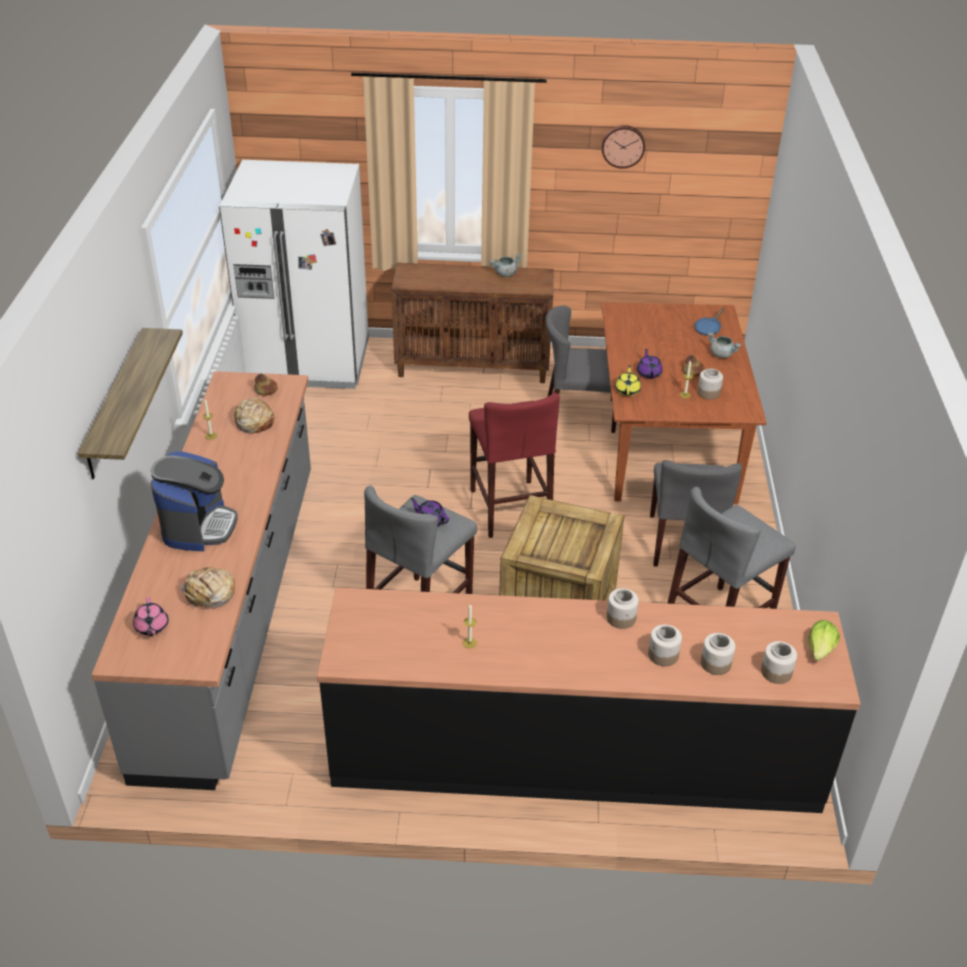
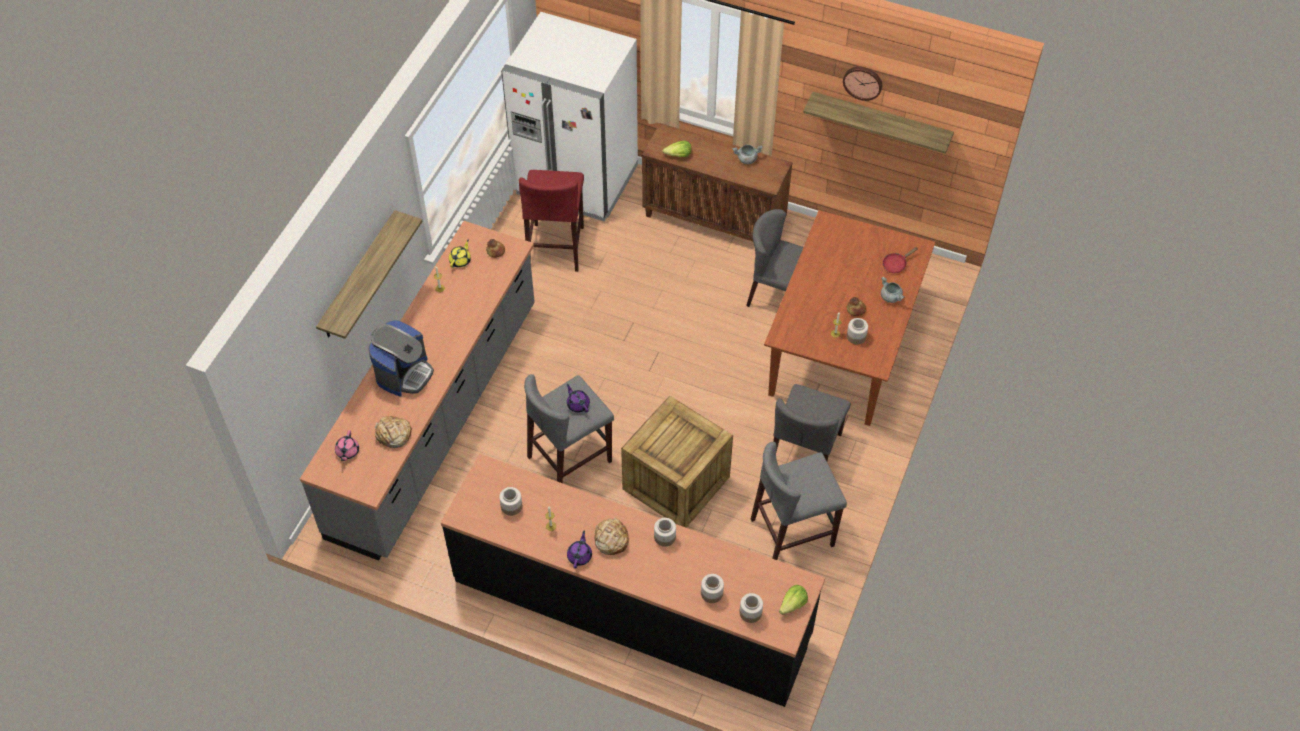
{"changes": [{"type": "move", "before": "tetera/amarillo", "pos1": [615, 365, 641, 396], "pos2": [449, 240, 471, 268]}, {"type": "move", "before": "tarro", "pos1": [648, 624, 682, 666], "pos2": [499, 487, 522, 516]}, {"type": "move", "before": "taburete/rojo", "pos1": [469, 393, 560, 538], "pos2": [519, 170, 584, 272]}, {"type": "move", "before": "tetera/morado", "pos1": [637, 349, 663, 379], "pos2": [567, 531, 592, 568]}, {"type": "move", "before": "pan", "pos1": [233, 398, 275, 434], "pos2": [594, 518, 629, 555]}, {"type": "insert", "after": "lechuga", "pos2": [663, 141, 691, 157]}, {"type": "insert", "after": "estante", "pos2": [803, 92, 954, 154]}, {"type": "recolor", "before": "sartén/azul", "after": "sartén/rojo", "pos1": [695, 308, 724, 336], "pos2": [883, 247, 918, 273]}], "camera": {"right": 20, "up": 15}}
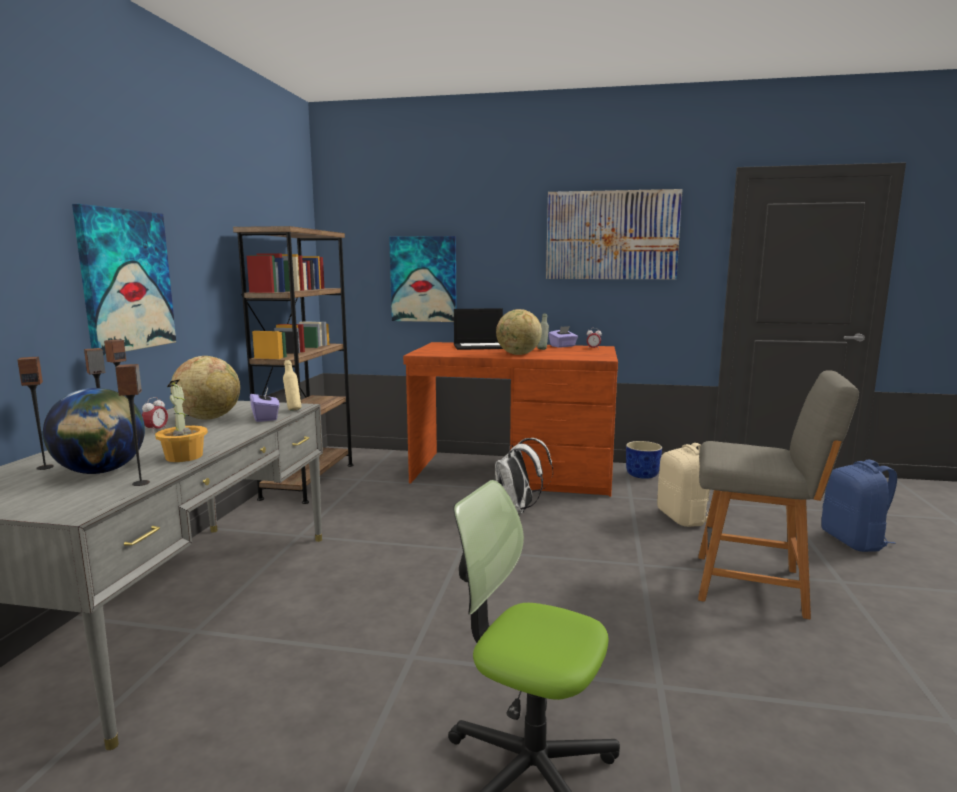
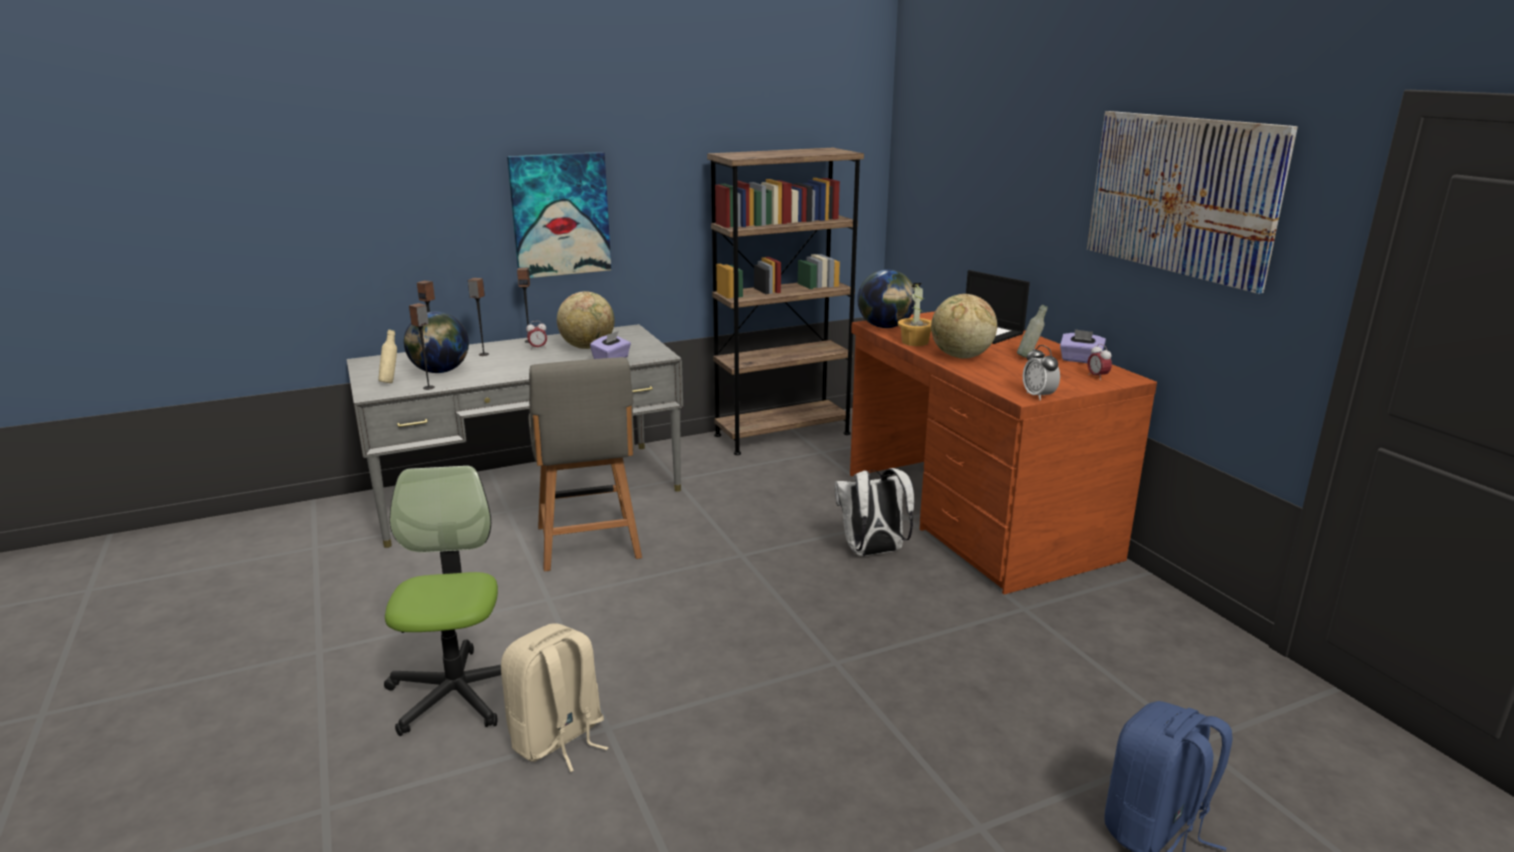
{"changes": [{"type": "move", "before": "botella/beis", "pos1": [283, 360, 301, 411], "pos2": [378, 329, 397, 383]}, {"type": "move", "before": "mochila/beis", "pos1": [657, 443, 710, 527], "pos2": [501, 623, 608, 772]}, {"type": "move", "before": "silla/gris", "pos1": [698, 370, 859, 619], "pos2": [529, 357, 642, 572]}, {"type": "insert", "after": "globo terráqueo", "pos2": [857, 269, 915, 328]}, {"type": "move", "before": "planta en maceta", "pos1": [155, 380, 208, 462], "pos2": [898, 283, 932, 346]}, {"type": "insert", "after": "despertador", "pos2": [1023, 345, 1060, 400]}, {"type": "delete", "before": "cuadro", "pos1": [389, 236, 456, 322]}, {"type": "delete", "before": "maceta/azul", "pos1": [626, 441, 662, 479]}], "camera": {"right": 55, "up": 10}}
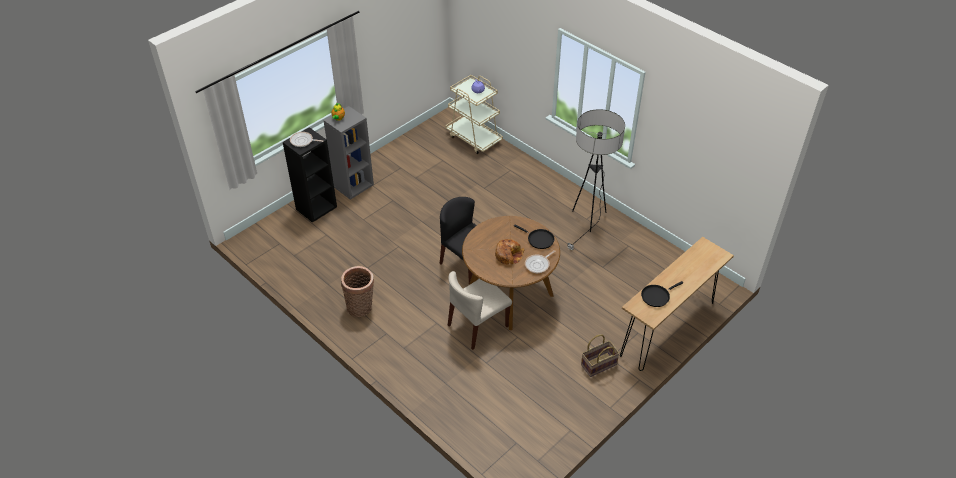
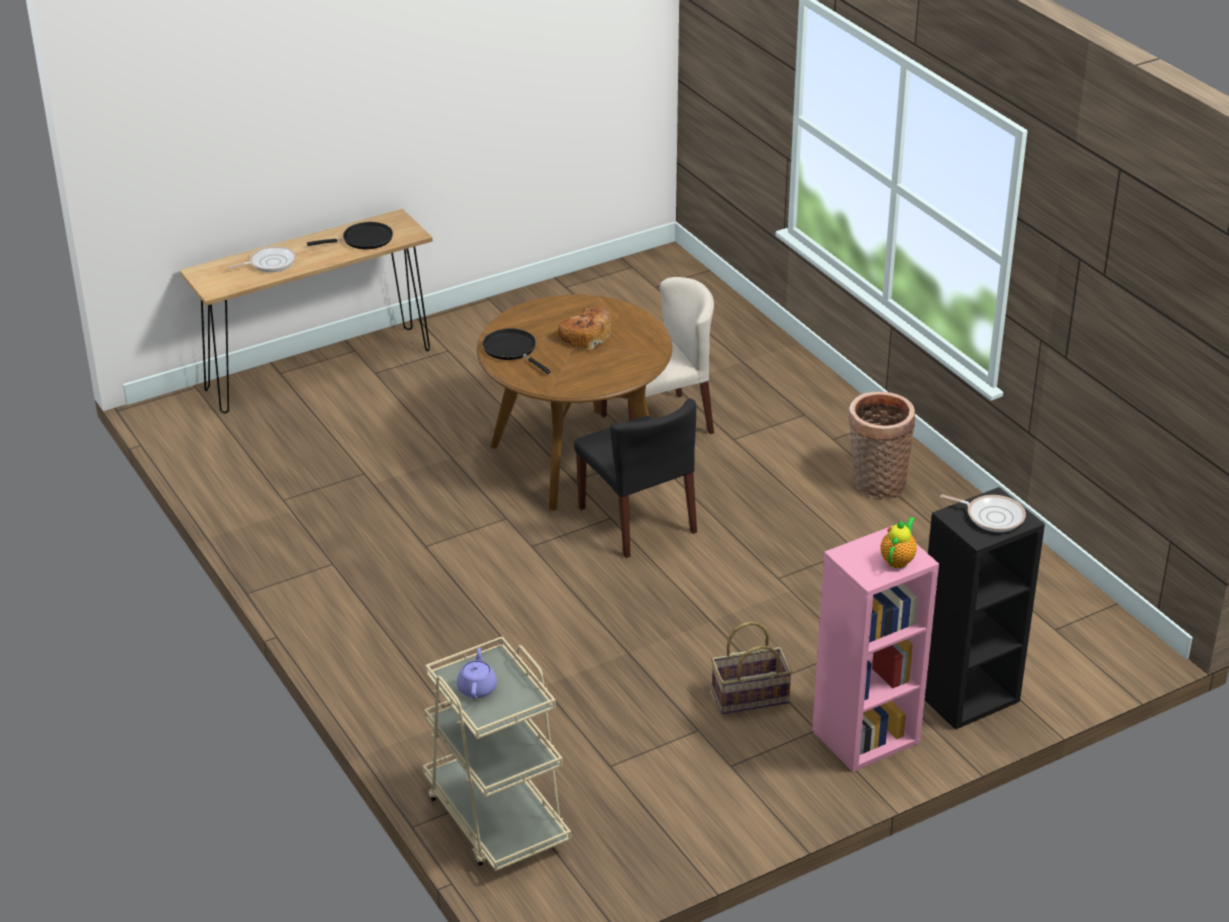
{"changes": [{"type": "move", "before": "sartén", "pos1": [525, 250, 556, 273], "pos2": [227, 246, 296, 272]}, {"type": "move", "before": "cesta", "pos1": [581, 334, 620, 377], "pos2": [711, 621, 792, 714]}, {"type": "recolor", "before": "estantería/gris", "after": "estantería/rosa", "pos1": [323, 106, 374, 200], "pos2": [812, 525, 939, 772]}, {"type": "delete", "before": "lámpara de pie", "pos1": [567, 109, 625, 250]}], "camera": {"right": -165, "up": -10}}
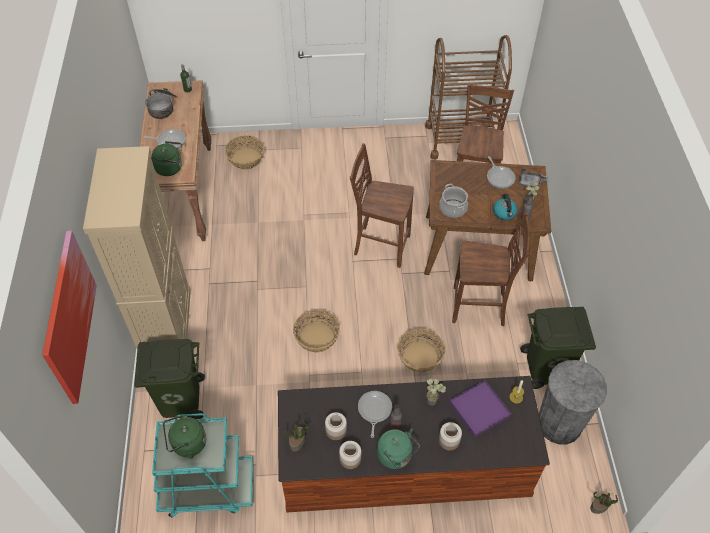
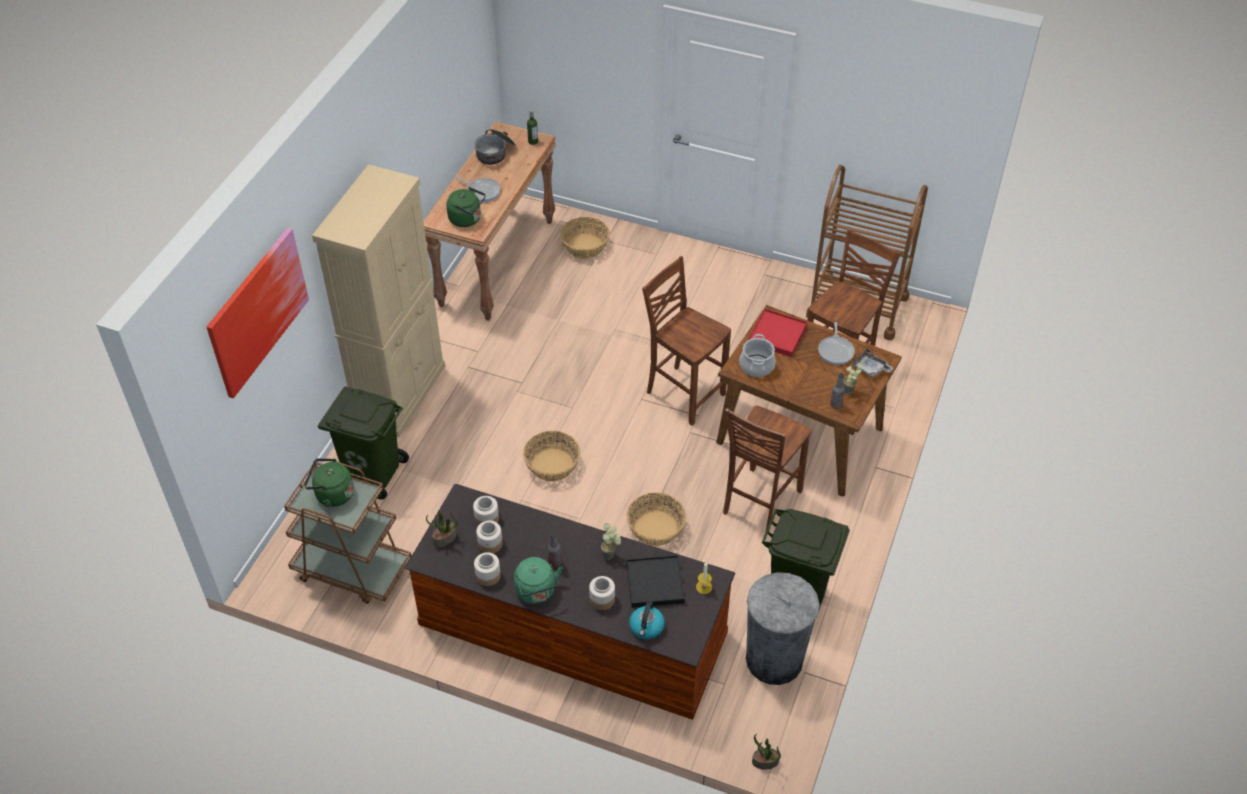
{"changes": [{"type": "recolor", "before": "carrito/turquesa", "after": "carrito/marrón", "pos1": [152, 413, 253, 517], "pos2": [284, 462, 412, 604]}, {"type": "insert", "after": "tarro", "pos2": [473, 496, 499, 525]}, {"type": "recolor", "before": "bandeja/morado", "after": "bandeja/negro", "pos1": [450, 381, 511, 437], "pos2": [626, 555, 685, 608]}, {"type": "move", "before": "hervidor", "pos1": [493, 194, 518, 220], "pos2": [629, 601, 665, 639]}, {"type": "rotate", "before": "silla/marrón", "pos1": [452, 213, 530, 326], "pos2": [723, 405, 812, 533], "turn": 90}, {"type": "insert", "after": "bandeja/rojo", "pos2": [748, 309, 807, 357]}, {"type": "delete", "before": "sartén", "pos1": [358, 391, 392, 438]}], "camera": {"right": 25, "up": -5}}
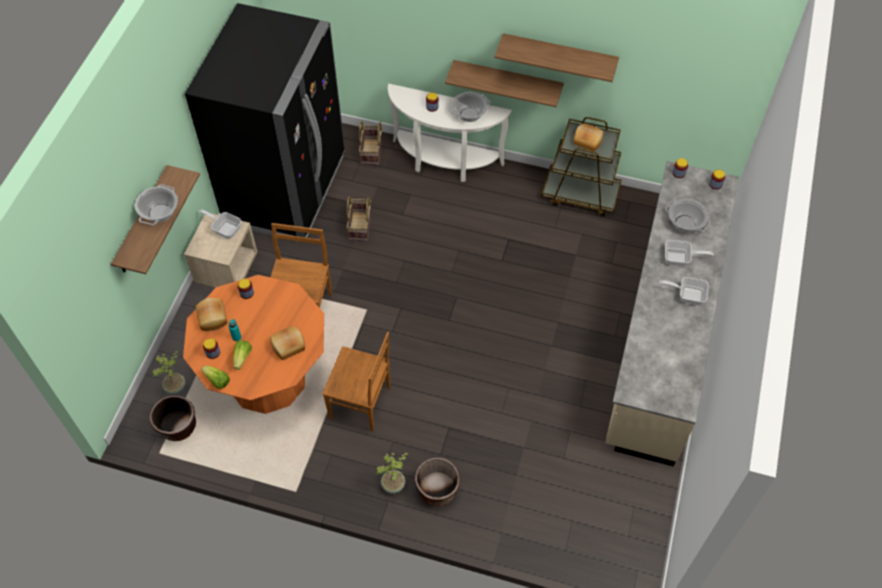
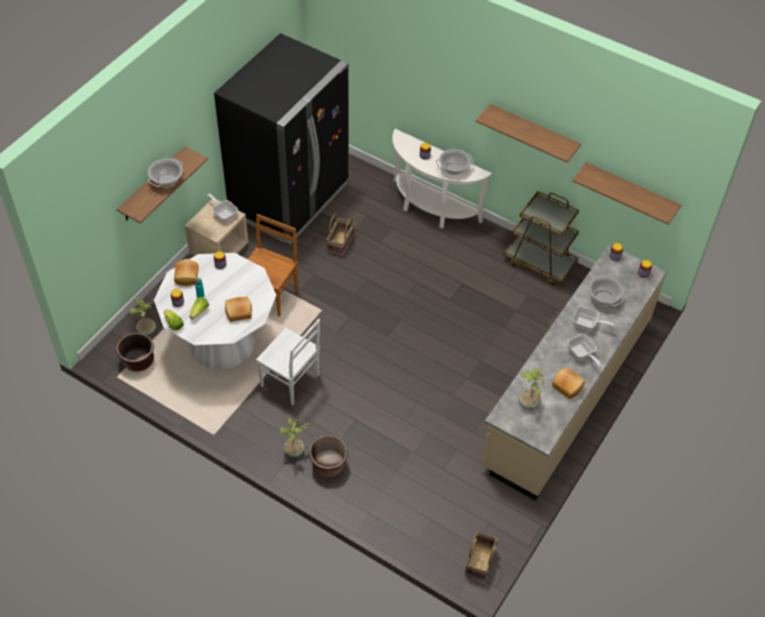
{"changes": [{"type": "recolor", "before": "mesa de comedor/naranja", "after": "mesa de comedor/blanco", "pos1": [183, 275, 324, 414], "pos2": [154, 253, 276, 370]}, {"type": "recolor", "before": "silla/marrón", "after": "silla/blanco", "pos1": [322, 332, 390, 431], "pos2": [256, 319, 320, 406]}, {"type": "move", "before": "cesta", "pos1": [359, 121, 382, 165], "pos2": [465, 532, 498, 581]}, {"type": "insert", "after": "planta en maceta", "pos2": [519, 368, 544, 409]}, {"type": "move", "before": "pan", "pos1": [573, 124, 604, 152], "pos2": [552, 368, 585, 399]}, {"type": "rotate", "before": "sartén", "pos1": [659, 277, 709, 305], "pos2": [567, 334, 602, 368], "turn": -150}, {"type": "move", "before": "estante", "pos1": [445, 60, 564, 107], "pos2": [572, 163, 681, 225]}], "camera": {"right": 15, "up": -5}}
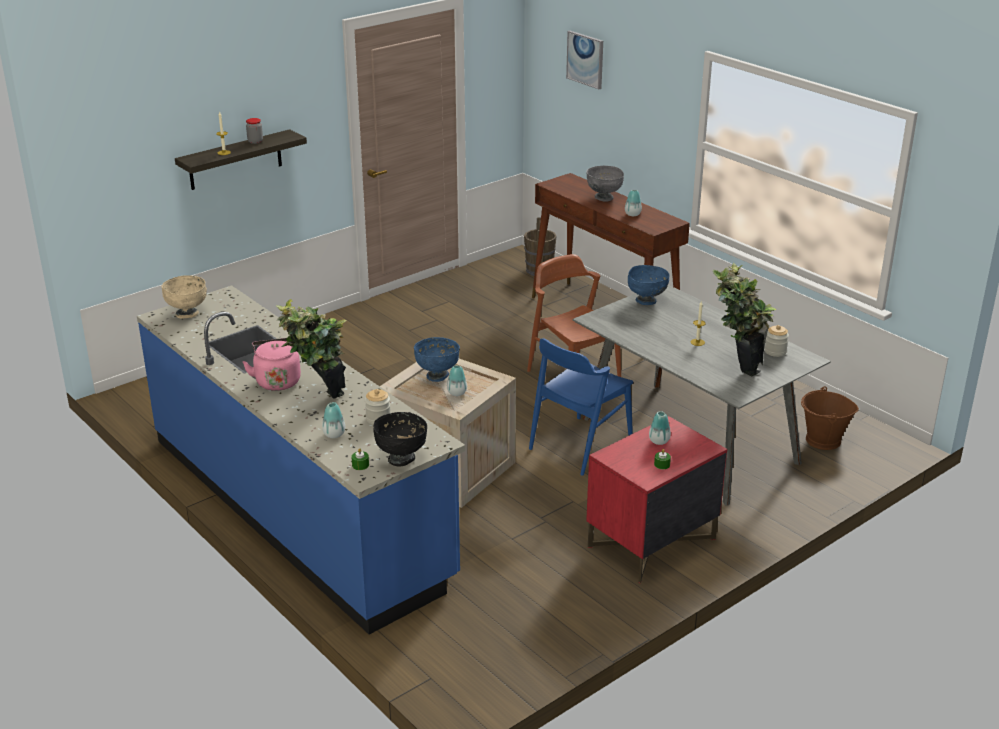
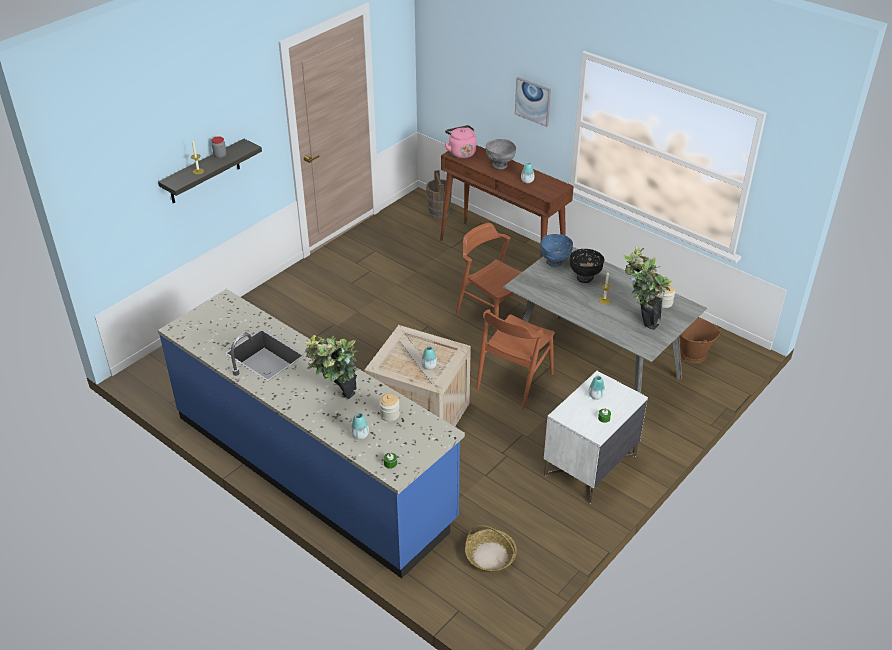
{"changes": [{"type": "move", "before": "hervidor/rosa", "pos1": [243, 338, 301, 391], "pos2": [444, 125, 476, 158]}, {"type": "insert", "after": "cesta", "pos2": [465, 525, 517, 572]}, {"type": "recolor", "before": "silla/azul", "after": "silla/marrón", "pos1": [529, 338, 633, 476], "pos2": [476, 310, 555, 410]}, {"type": "move", "before": "cuadro", "pos1": [566, 31, 603, 89], "pos2": [515, 77, 551, 127]}, {"type": "recolor", "before": "mesita de noche/rojo", "after": "mesita de noche/blanco", "pos1": [586, 416, 727, 583], "pos2": [544, 371, 648, 503]}, {"type": "move", "before": "cuenco/negro", "pos1": [373, 412, 427, 466], "pos2": [570, 249, 604, 283]}, {"type": "delete", "before": "cuenco/beis", "pos1": [162, 275, 207, 319]}, {"type": "delete", "before": "cuenco/azul", "pos1": [414, 337, 460, 382]}], "camera": {"right": -10, "up": 10}}
